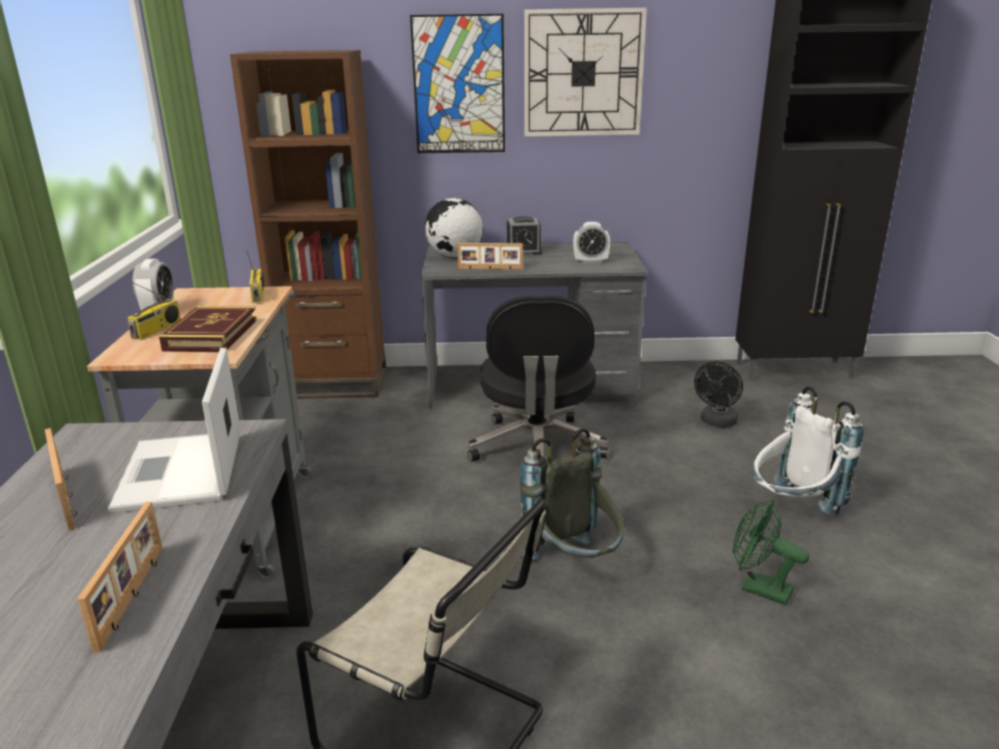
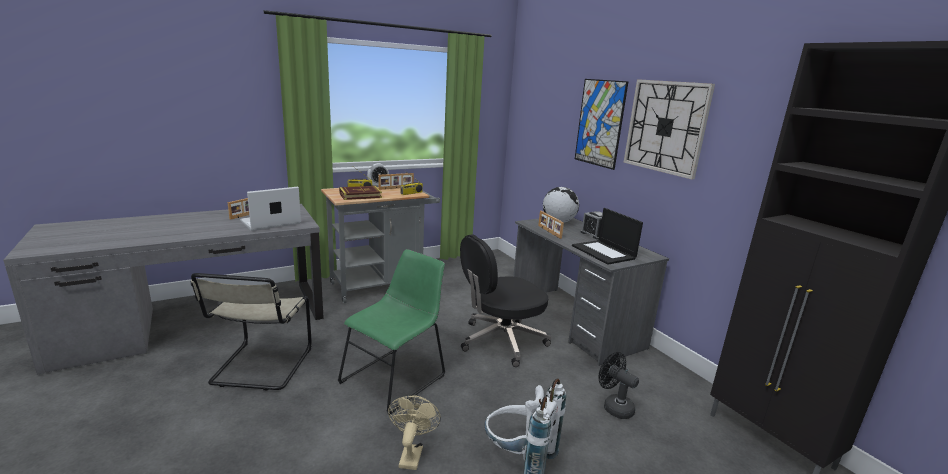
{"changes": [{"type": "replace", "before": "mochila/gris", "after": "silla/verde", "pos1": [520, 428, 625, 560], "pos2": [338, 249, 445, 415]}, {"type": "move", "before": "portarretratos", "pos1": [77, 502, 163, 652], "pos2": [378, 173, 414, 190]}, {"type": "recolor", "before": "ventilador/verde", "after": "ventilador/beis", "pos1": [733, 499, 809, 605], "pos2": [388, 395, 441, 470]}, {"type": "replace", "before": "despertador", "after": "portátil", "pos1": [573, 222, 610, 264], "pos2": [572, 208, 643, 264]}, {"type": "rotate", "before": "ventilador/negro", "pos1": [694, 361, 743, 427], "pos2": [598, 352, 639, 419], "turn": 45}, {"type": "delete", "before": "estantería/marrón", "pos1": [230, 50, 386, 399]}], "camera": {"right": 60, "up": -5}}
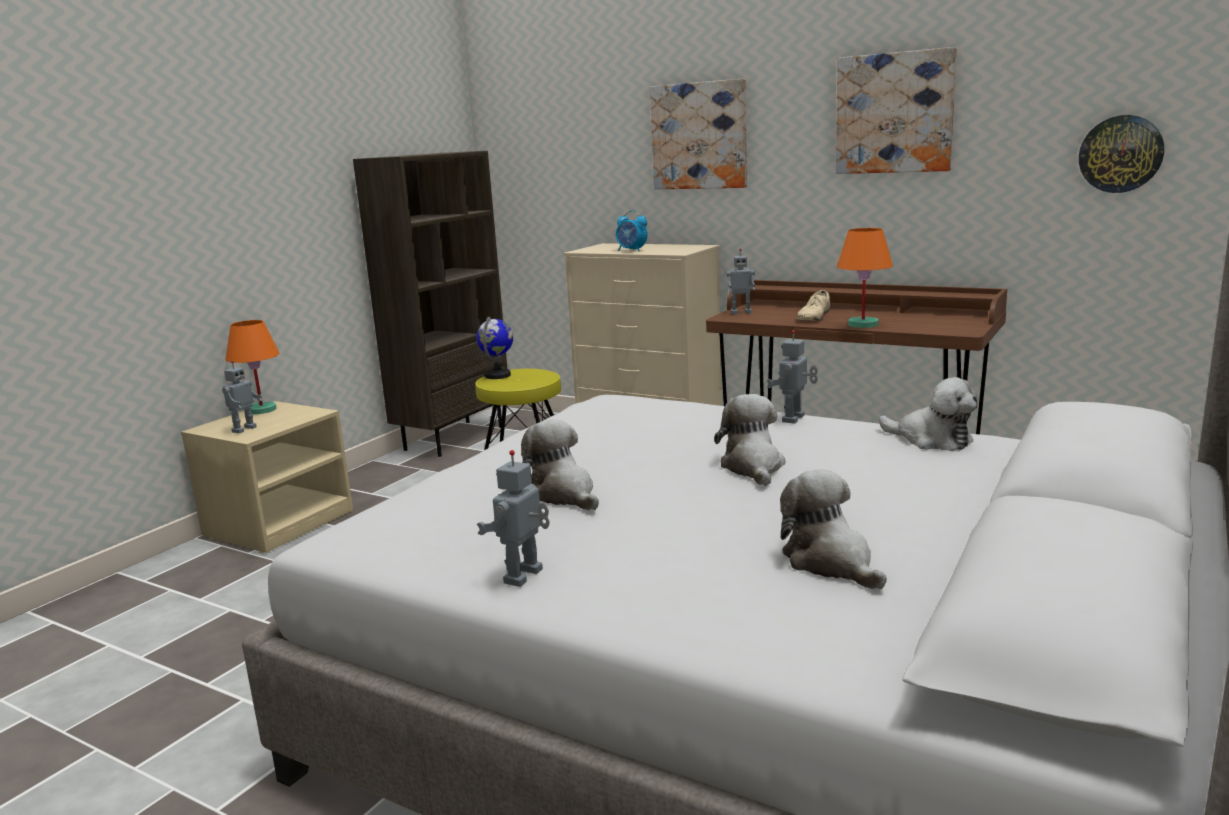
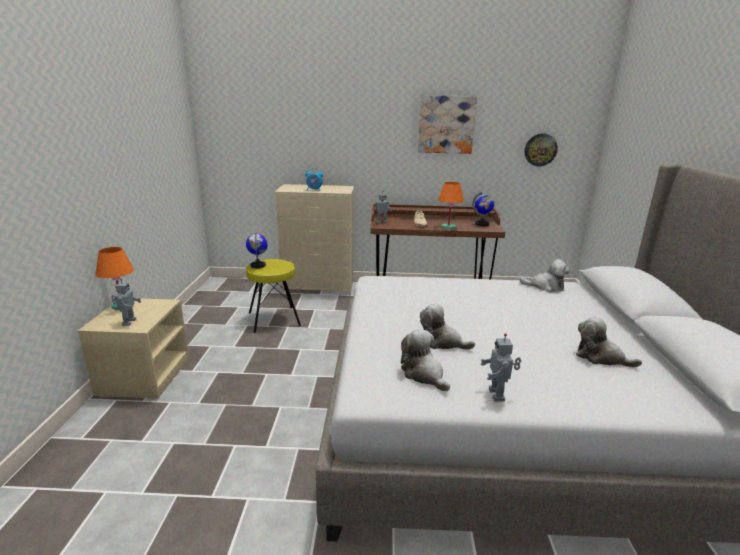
{"changes": [{"type": "move", "before": "peluche", "pos1": [714, 394, 785, 486], "pos2": [401, 330, 450, 391]}, {"type": "insert", "after": "globo terráqueo", "pos2": [472, 192, 494, 226]}, {"type": "delete", "before": "estantería/marrón", "pos1": [353, 151, 507, 457]}, {"type": "delete", "before": "cuadro", "pos1": [650, 79, 747, 189]}, {"type": "delete", "before": "robot de juguete", "pos1": [767, 330, 818, 424]}], "camera": {"right": -30, "up": 5}}
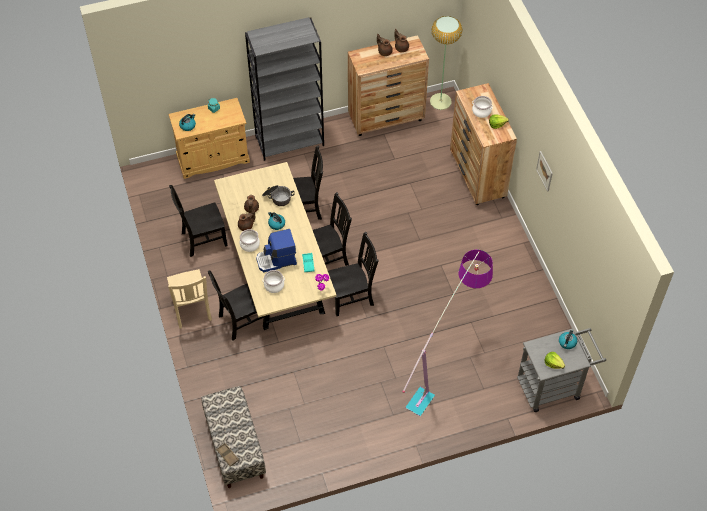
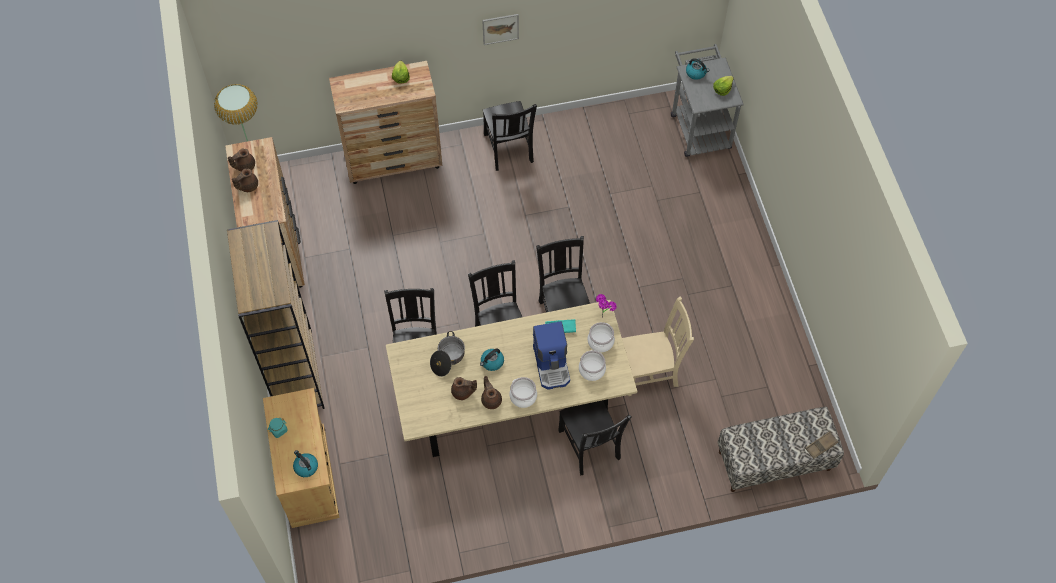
{"changes": [{"type": "recolor", "before": "estantería/gris", "after": "estantería/marrón", "pos1": [245, 17, 324, 161], "pos2": [227, 220, 325, 409]}, {"type": "move", "before": "silla/negro", "pos1": [169, 185, 227, 257], "pos2": [483, 101, 537, 171]}, {"type": "move", "before": "olla", "pos1": [472, 96, 493, 118], "pos2": [588, 322, 615, 352]}, {"type": "move", "before": "silla/beis", "pos1": [167, 269, 212, 328], "pos2": [622, 296, 694, 396]}, {"type": "delete", "before": "lámpara de pie", "pos1": [402, 250, 493, 416]}], "camera": {"right": -85, "up": 5}}
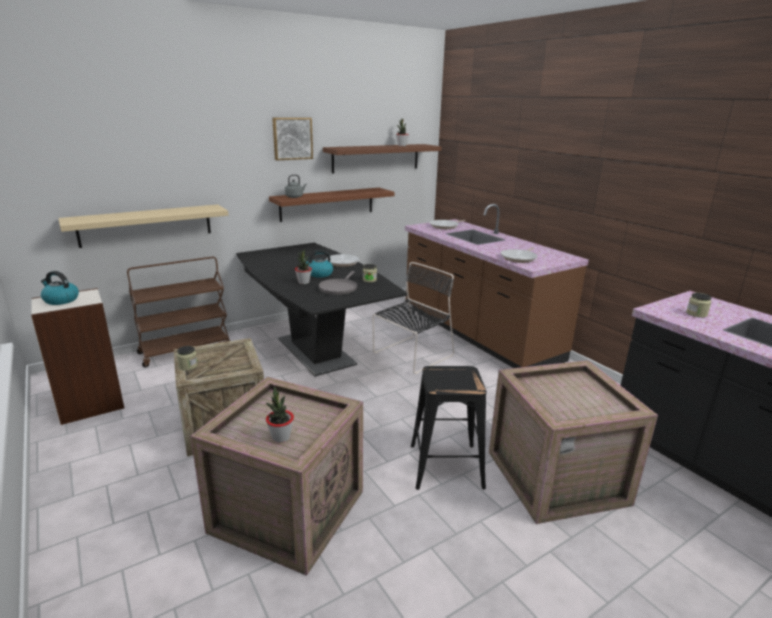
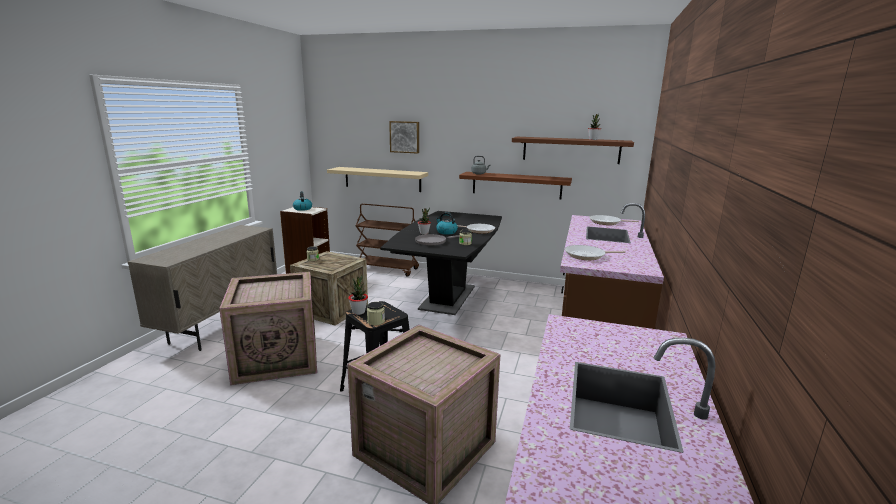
{"changes": [{"type": "insert", "after": "armario/beis", "pos2": [128, 225, 277, 351]}, {"type": "move", "before": "planta en maceta", "pos1": [266, 386, 294, 443], "pos2": [348, 275, 368, 315]}, {"type": "move", "before": "tarro", "pos1": [686, 293, 712, 318], "pos2": [367, 302, 385, 325]}, {"type": "move", "before": "cuadro", "pos1": [272, 118, 313, 160], "pos2": [389, 121, 419, 154]}, {"type": "delete", "before": "silla/negro", "pos1": [373, 262, 454, 374]}], "camera": {"right": 50, "up": -5}}
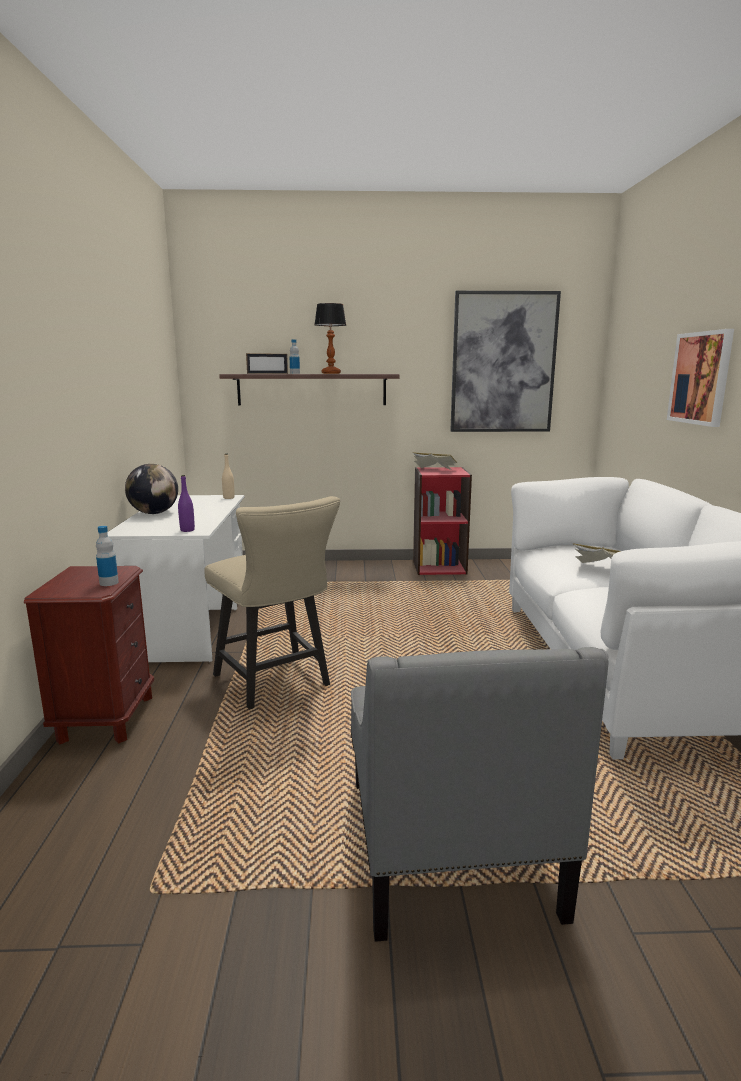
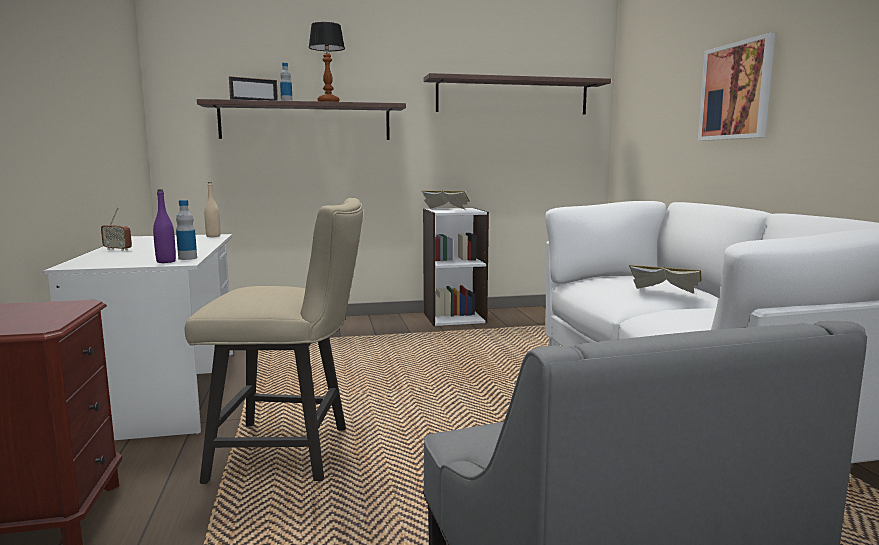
{"changes": [{"type": "replace", "before": "globo terráqueo", "after": "radio", "pos1": [125, 464, 178, 514], "pos2": [101, 207, 132, 251]}, {"type": "move", "before": "botella", "pos1": [96, 526, 119, 586], "pos2": [176, 200, 197, 260]}, {"type": "rotate", "before": "silla/beis", "pos1": [204, 496, 340, 710], "pos2": [185, 198, 363, 484], "turn": -45}, {"type": "replace", "before": "cuadro", "after": "estante", "pos1": [450, 291, 561, 432], "pos2": [423, 73, 611, 115]}, {"type": "recolor", "before": "estantería/rojo", "after": "estantería/blanco", "pos1": [413, 467, 472, 575], "pos2": [423, 208, 489, 326]}], "camera": {"right": -10, "up": -5}}
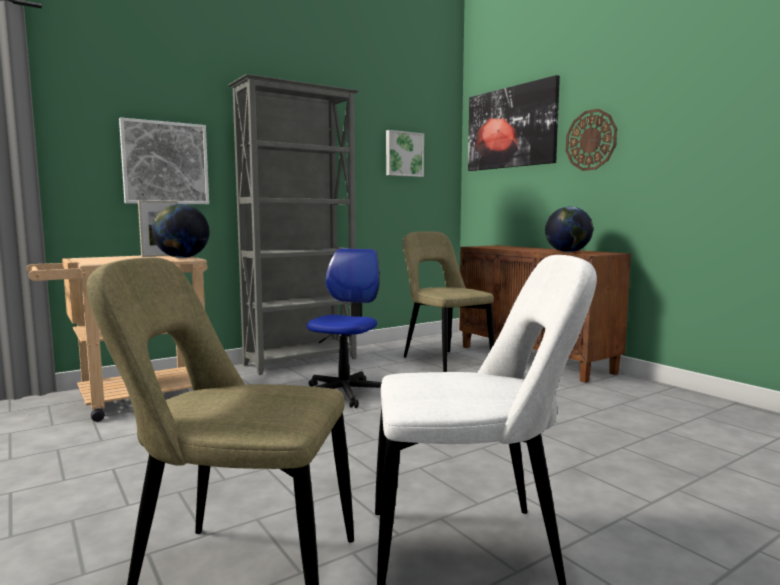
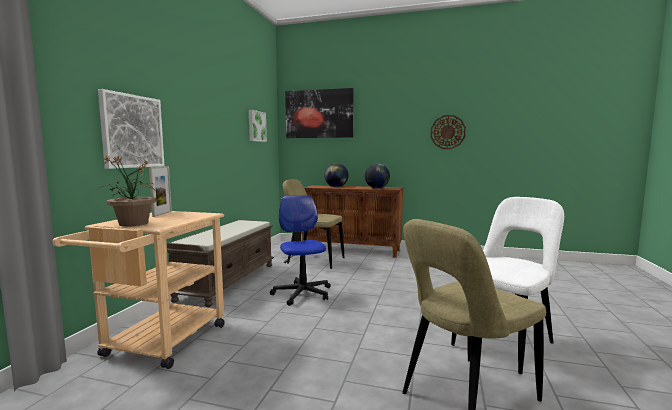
{"changes": [{"type": "insert", "after": "planta en maceta", "pos2": [97, 155, 156, 226]}, {"type": "replace", "before": "estantería/gris", "after": "banco/marrón", "pos1": [228, 74, 359, 375], "pos2": [167, 220, 274, 307]}, {"type": "move", "before": "globo terráqueo", "pos1": [152, 204, 209, 258], "pos2": [324, 163, 348, 187]}, {"type": "move", "before": "reloj de pared", "pos1": [566, 109, 617, 171], "pos2": [430, 115, 466, 149]}], "camera": {"right": -40, "up": 0}}
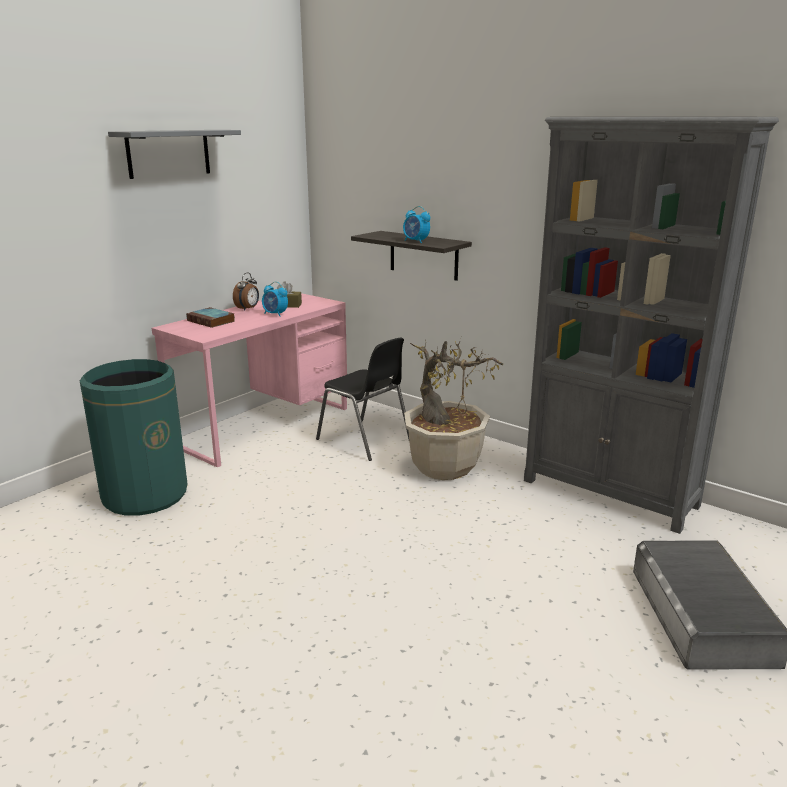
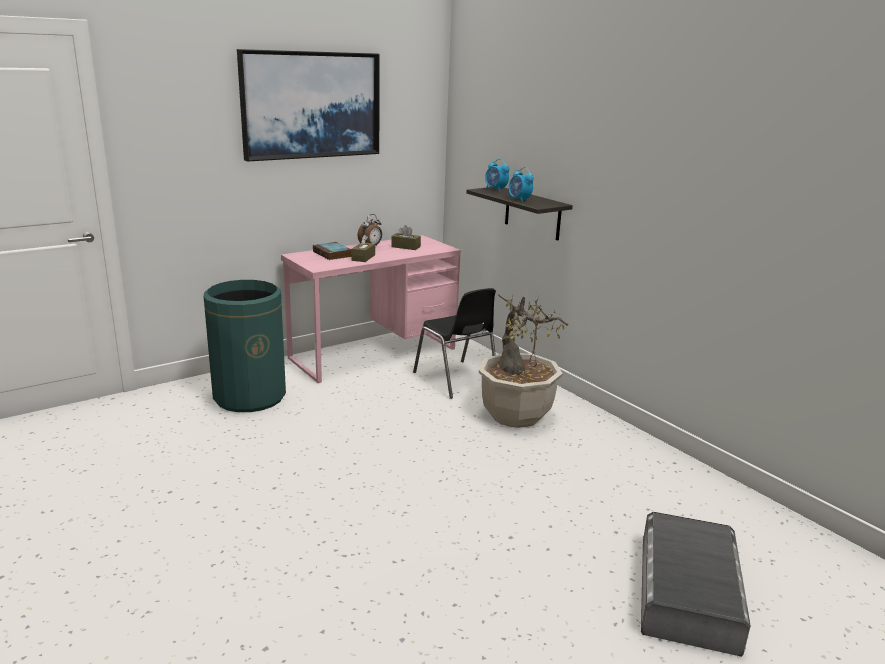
{"changes": [{"type": "replace", "before": "estante/gris", "after": "cuadro", "pos1": [108, 130, 241, 179], "pos2": [237, 49, 380, 162]}, {"type": "insert", "after": "caja de pañuelos/marrón", "pos2": [351, 235, 375, 262]}, {"type": "move", "before": "despertador", "pos1": [262, 282, 288, 317], "pos2": [485, 159, 510, 191]}, {"type": "delete", "before": "estantería/gris", "pos1": [524, 117, 779, 534]}], "camera": {"right": 15, "up": 0}}
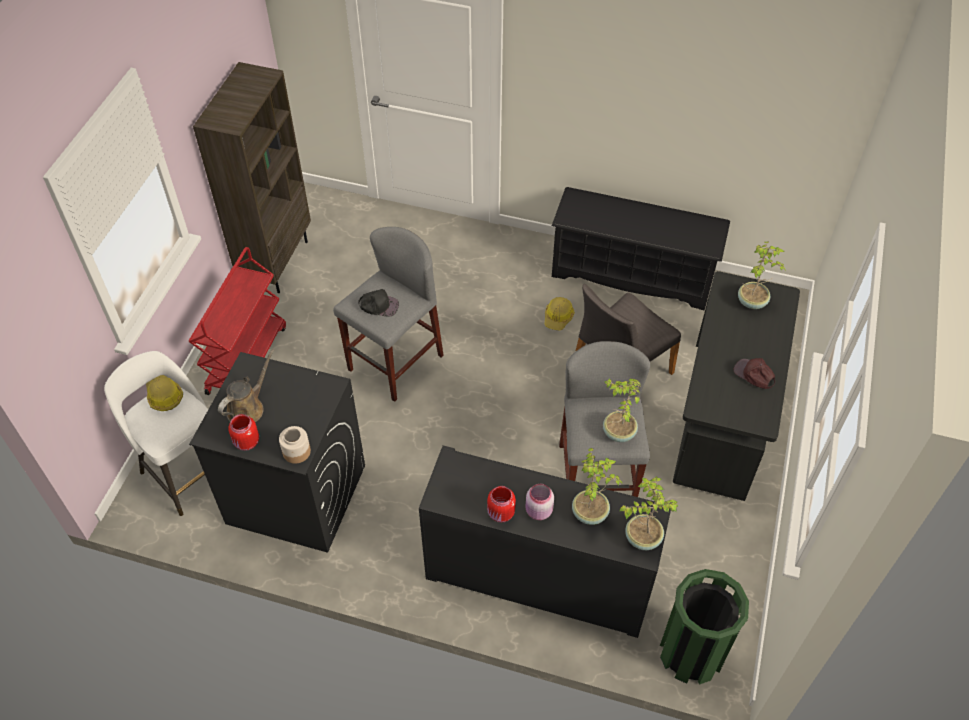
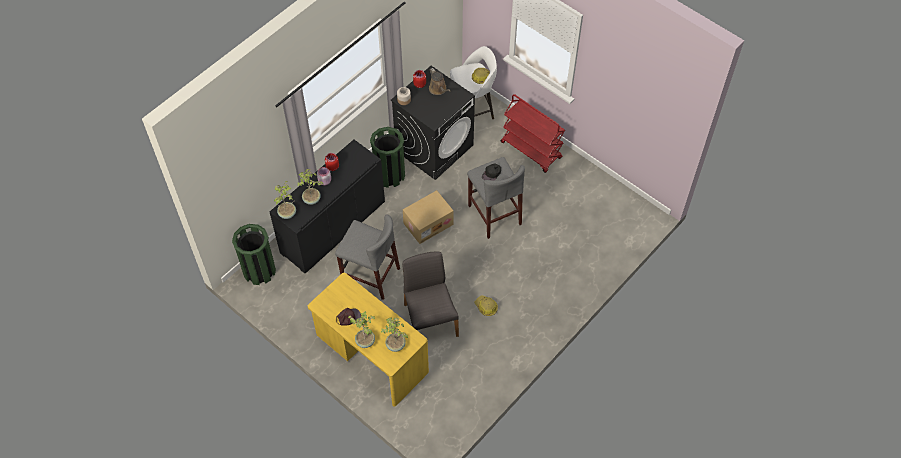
{"changes": [{"type": "recolor", "before": "escritorio/negro", "after": "escritorio/amarillo", "pos1": [673, 271, 800, 501], "pos2": [308, 272, 429, 406]}, {"type": "move", "before": "planta en maceta", "pos1": [603, 379, 641, 442], "pos2": [348, 311, 375, 348]}, {"type": "insert", "after": "papelera/verde", "pos2": [370, 127, 405, 188]}, {"type": "insert", "after": "caja de cartón", "pos2": [403, 190, 454, 244]}, {"type": "delete", "before": "estantería/marrón", "pos1": [193, 62, 311, 293]}, {"type": "delete", "before": "zapatero/negro", "pos1": [552, 187, 730, 311]}], "camera": {"right": 115, "up": 5}}
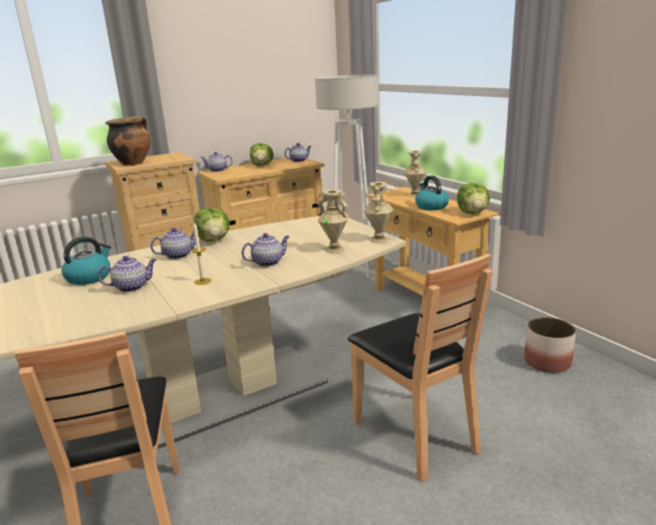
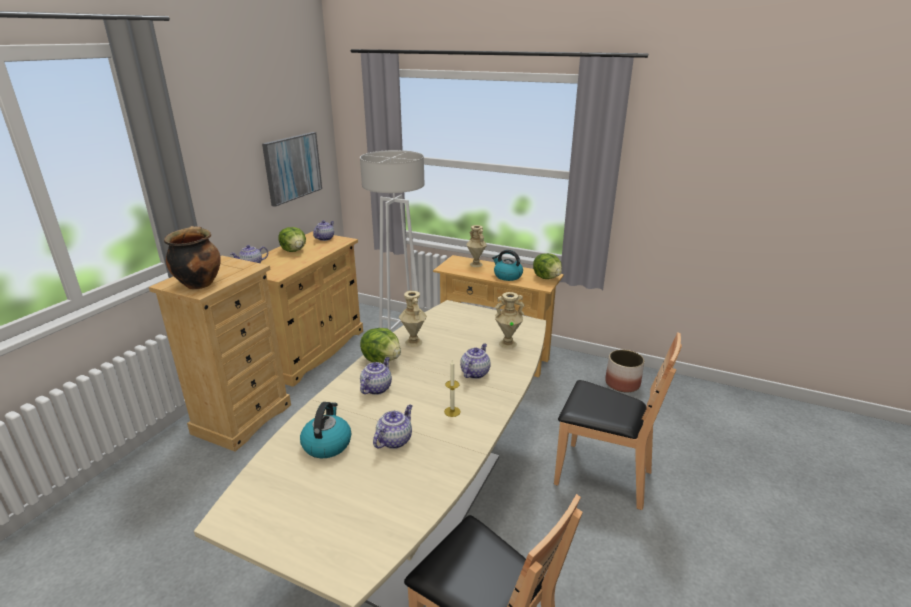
{"changes": [{"type": "insert", "after": "cuadro", "pos2": [262, 132, 322, 207]}, {"type": "move", "before": "florero/beis", "pos1": [364, 182, 393, 243], "pos2": [399, 291, 427, 347]}], "camera": {"right": -35, "up": 5}}
